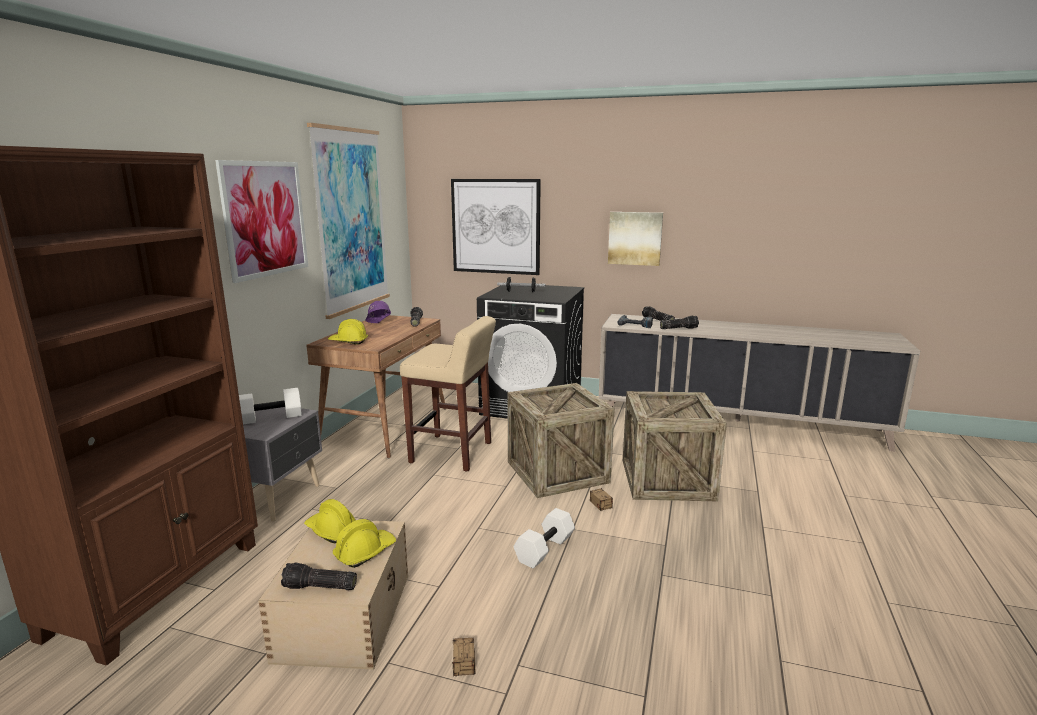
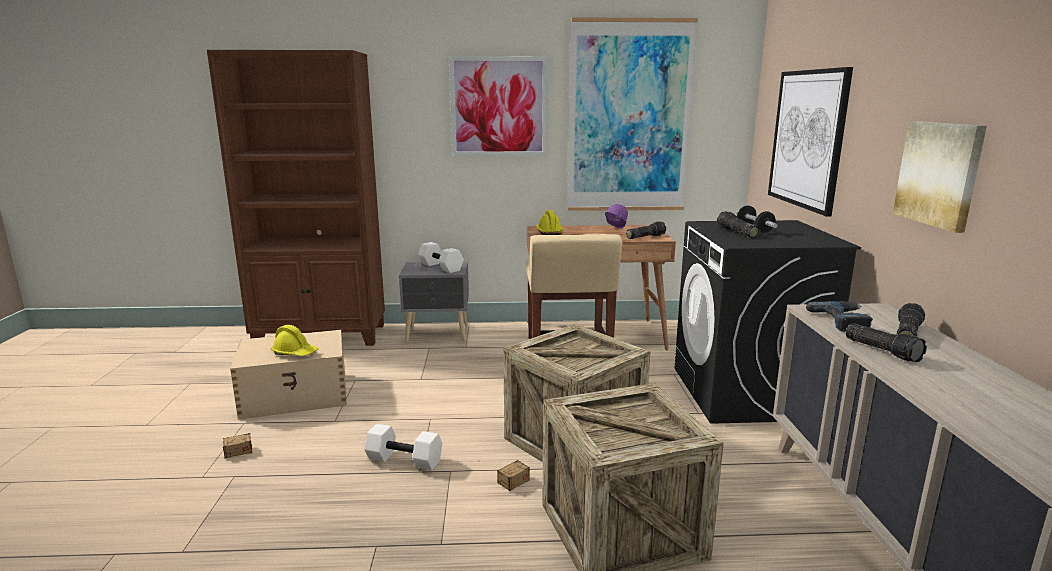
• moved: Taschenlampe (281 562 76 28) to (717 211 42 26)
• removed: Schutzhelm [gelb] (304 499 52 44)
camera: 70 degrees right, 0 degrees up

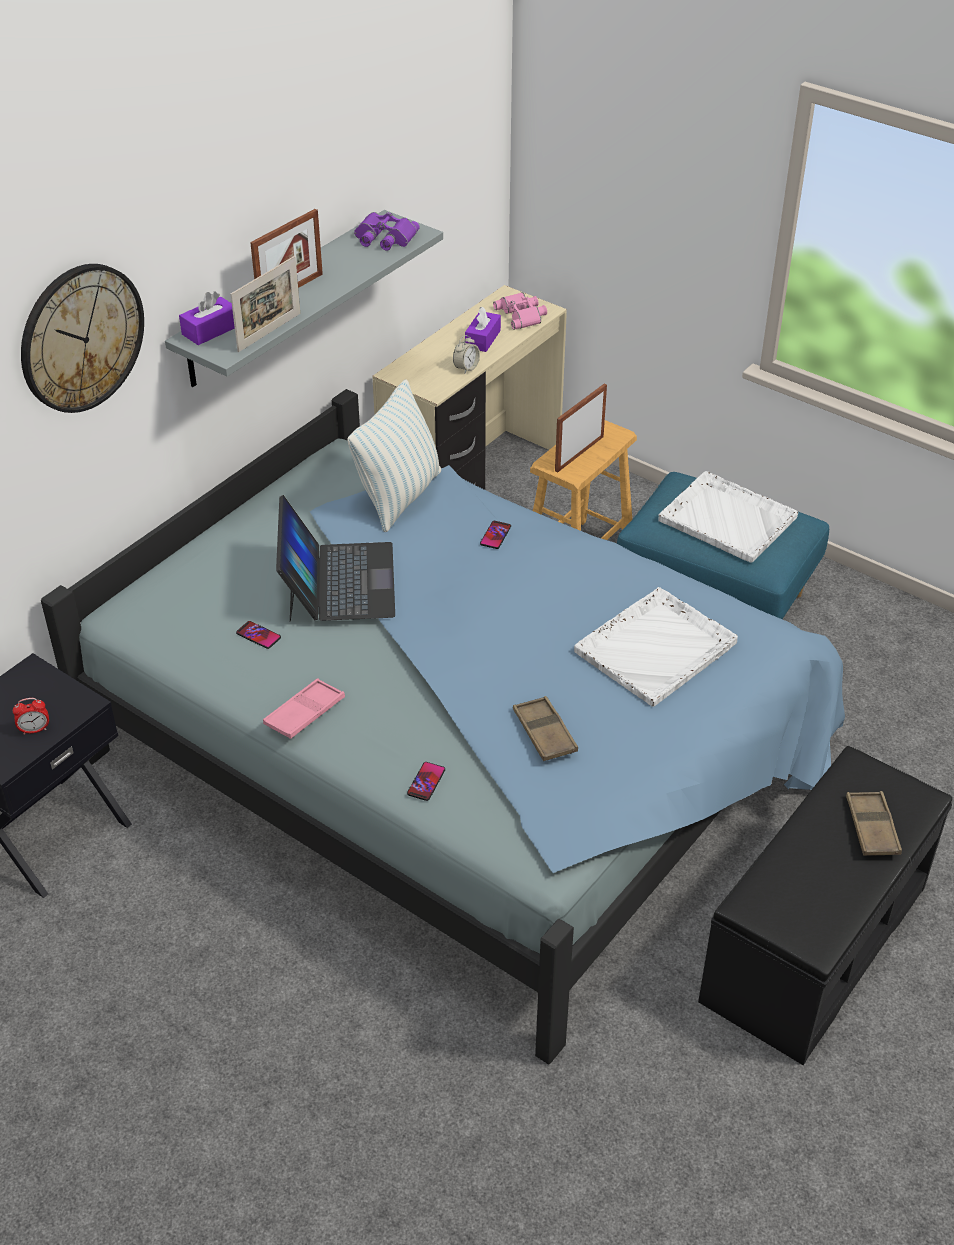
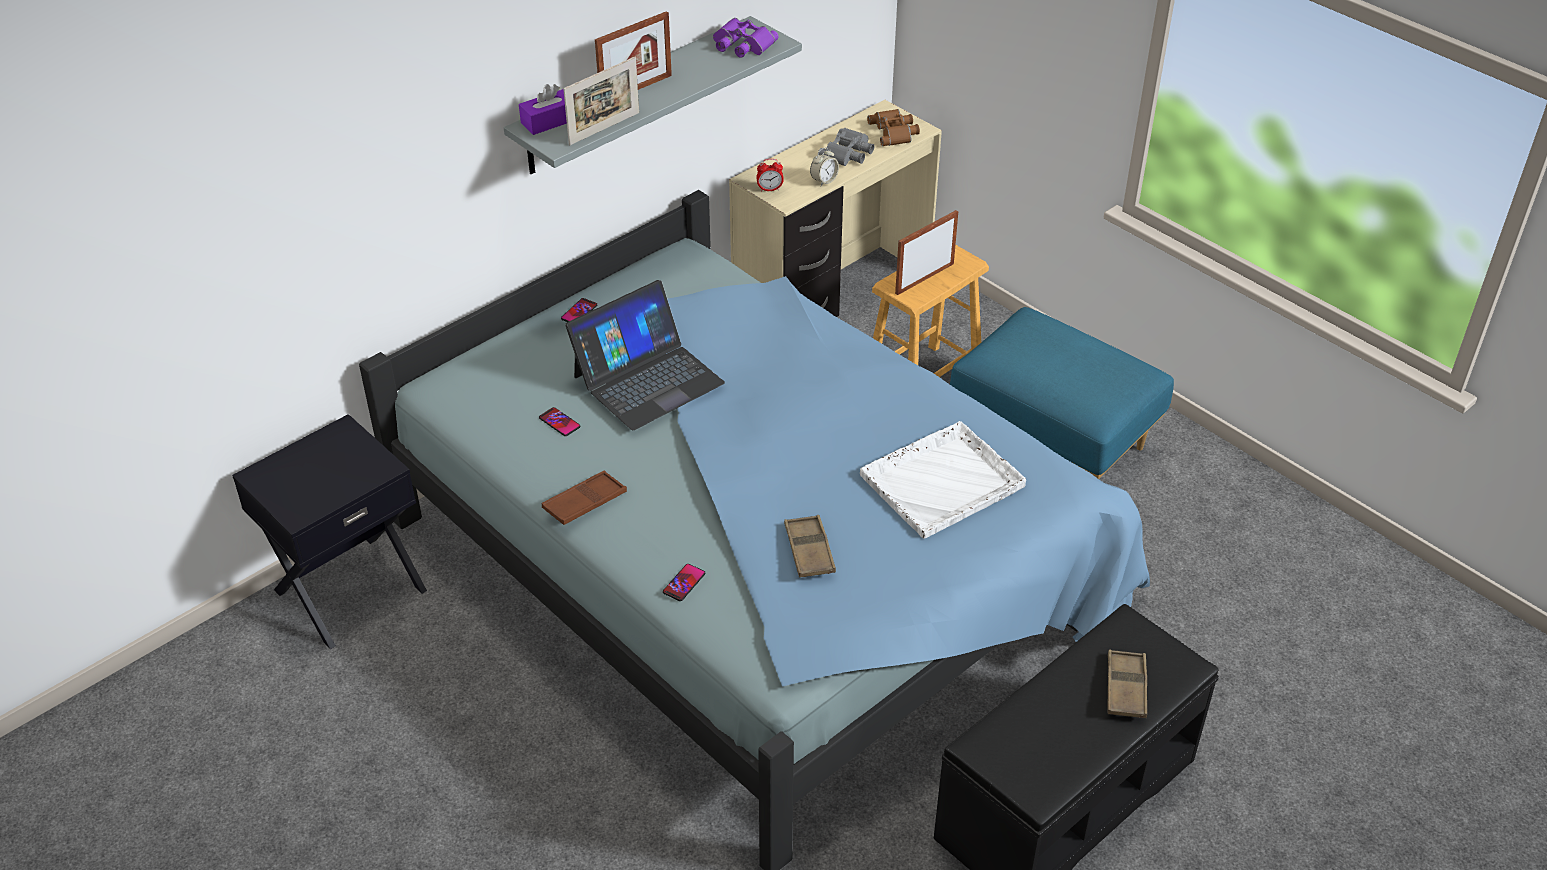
• recoloured: Tablett [rosa] (263 678 82 61) to Tablett [braun] (542 471 85 54)
• moved: Handy (480 521 31 28) to (561 298 36 24)
• turned: Laptop (276 495 119 127) = (565 280 160 151) 45 degrees clockwise
• moved: Wecker (13 698 36 36) to (756 159 28 33)
• replaced: Taschentuchbox [lila] (465 306 36 46) to Fernglas [grau] (818 128 56 38)
• recoloured: Fernglas [rosa] (493 292 54 38) to Fernglas [braun] (867 109 53 37)
• removed: Wanduhr (21 264 123 149)
• removed: Kissen (347 379 94 153)
• removed: Tablett [weiß] (658 471 140 92)
camera: 10 degrees right, 0 degrees up

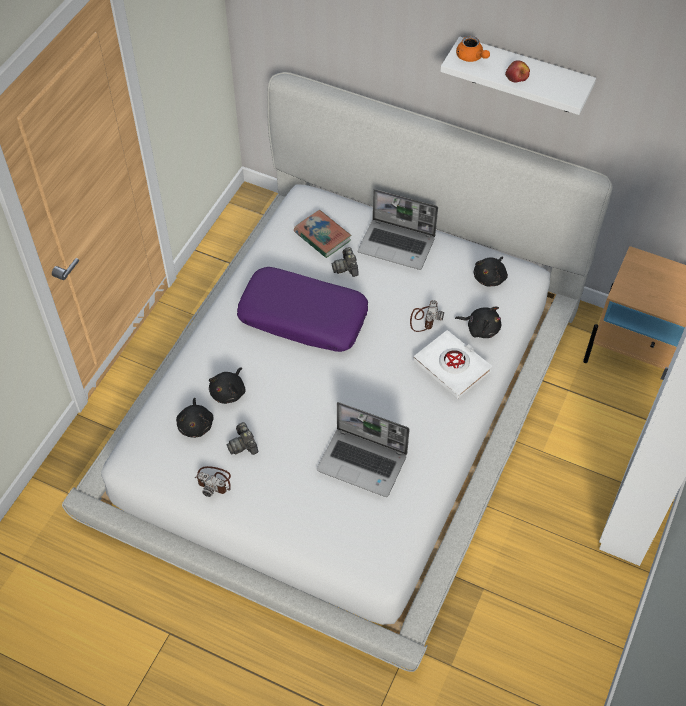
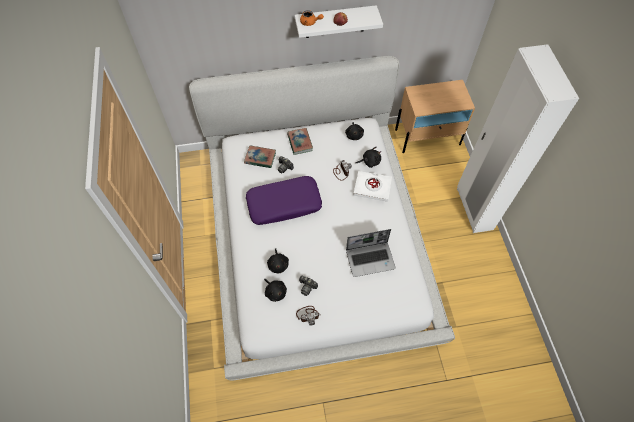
• replaced: Laptop (358 189 80 81) to Buch (287 128 26 27)
camera: 35 degrees left, 5 degrees up

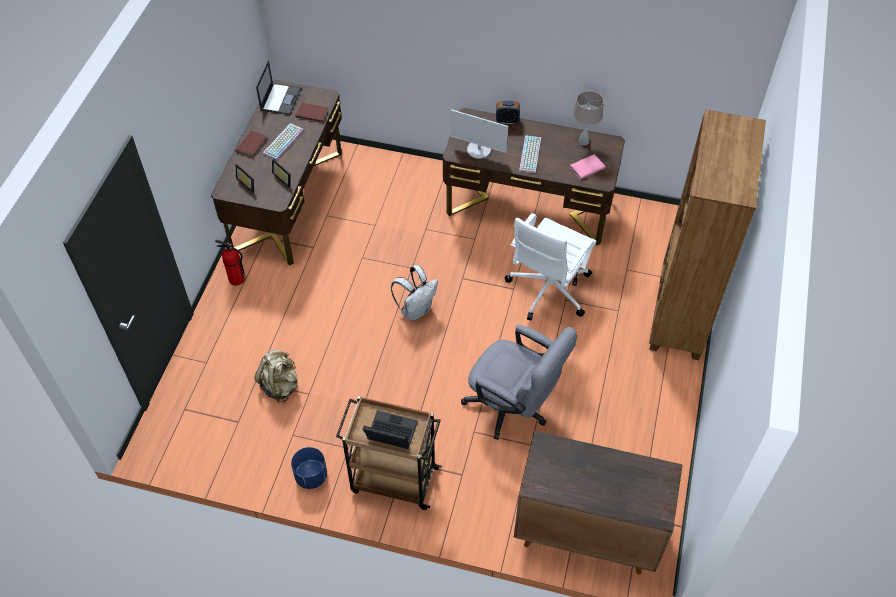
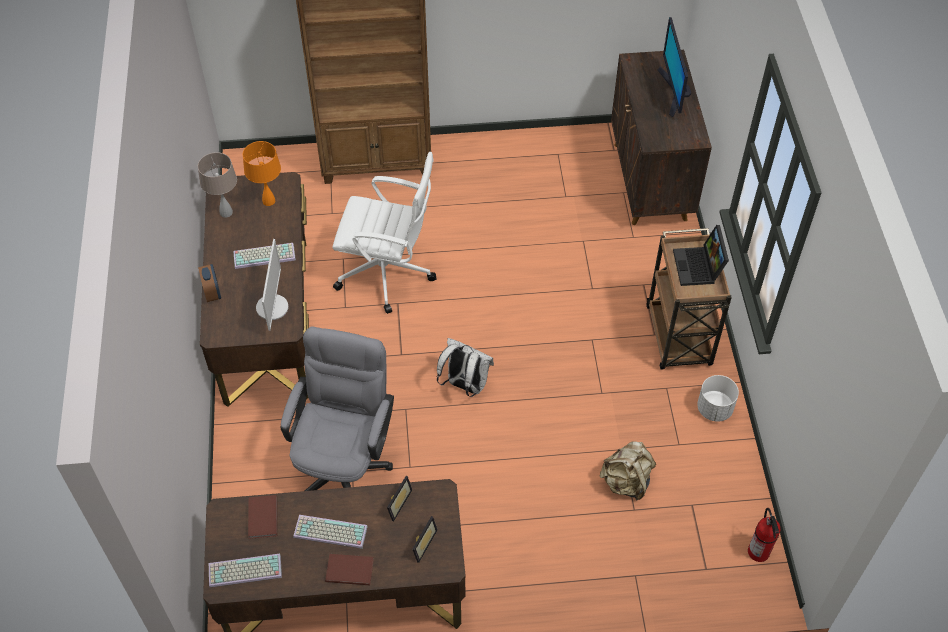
• replaced: Laptop (256 60 45 55) to Tastatur (209 554 73 34)
• replaced: Buch [rosa] (569 154 36 26) to Tischlampe [orange] (242 141 39 65)
• moved: Bürostuhl [grau] (461 324 116 116) to (281 326 113 165)
• added: Monitor (658 17 33 100)
• recoloured: Pflanzkübel [blau] (291 447 36 42) to Pflanzkübel [weiß] (697 375 42 47)
• moved: Feuerlöscher (215 240 31 46) to (748 508 33 54)
camera: 110 degrees left, 0 degrees up

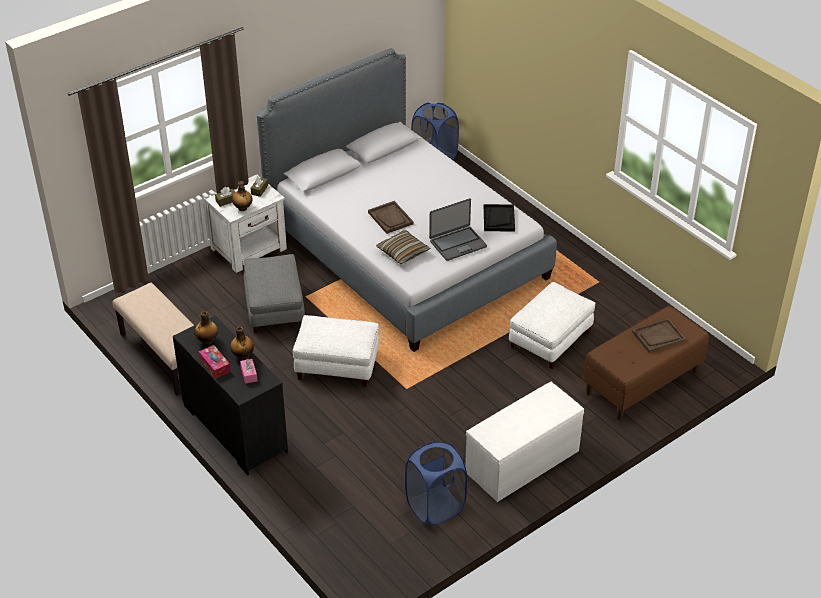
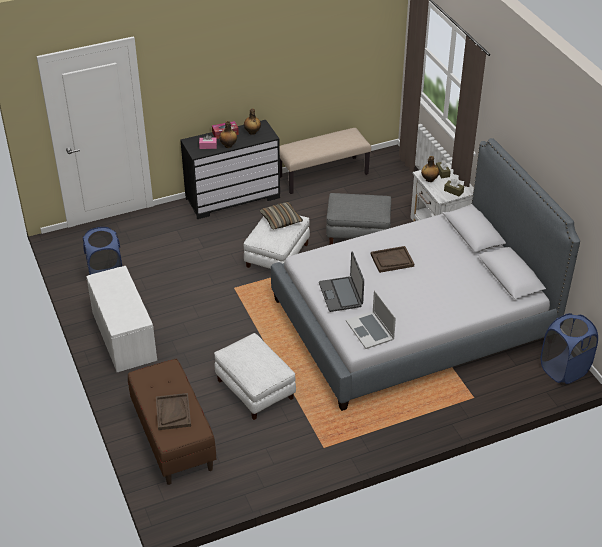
• moved: Kissen (376 230 54 34) to (259 202 44 28)
• replaced: Tablett [schwarz] (484 204 31 28) to Laptop (346 290 50 59)
camera: 105 degrees right, 0 degrees up

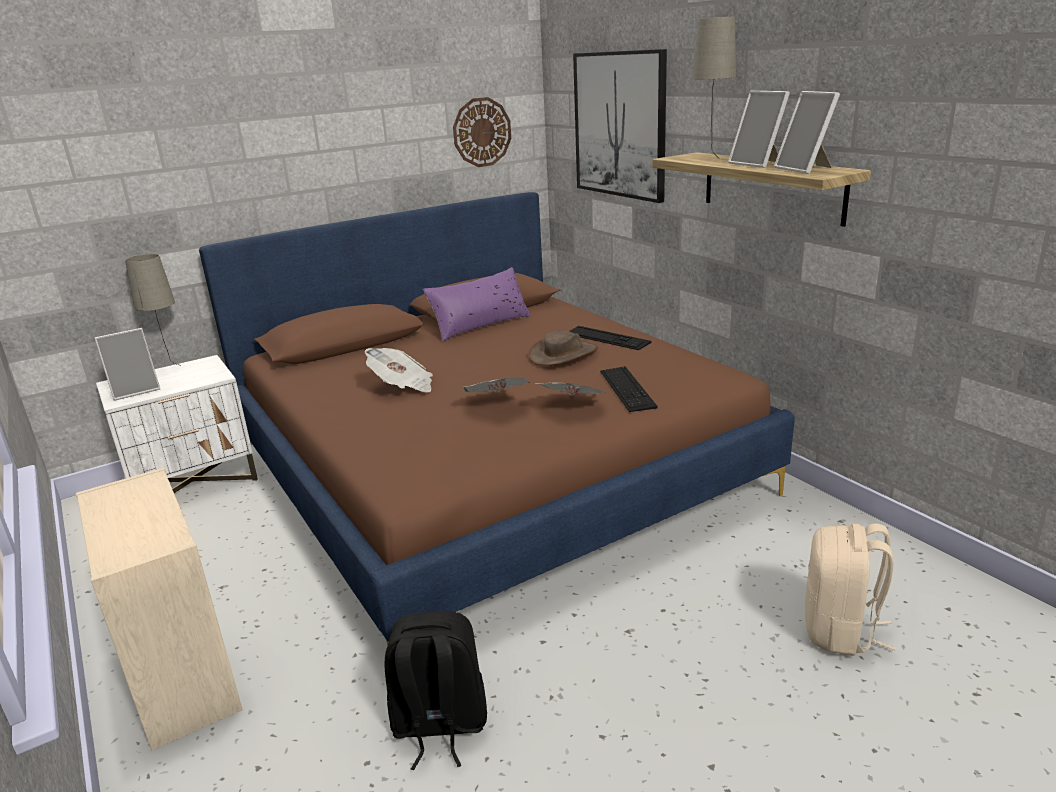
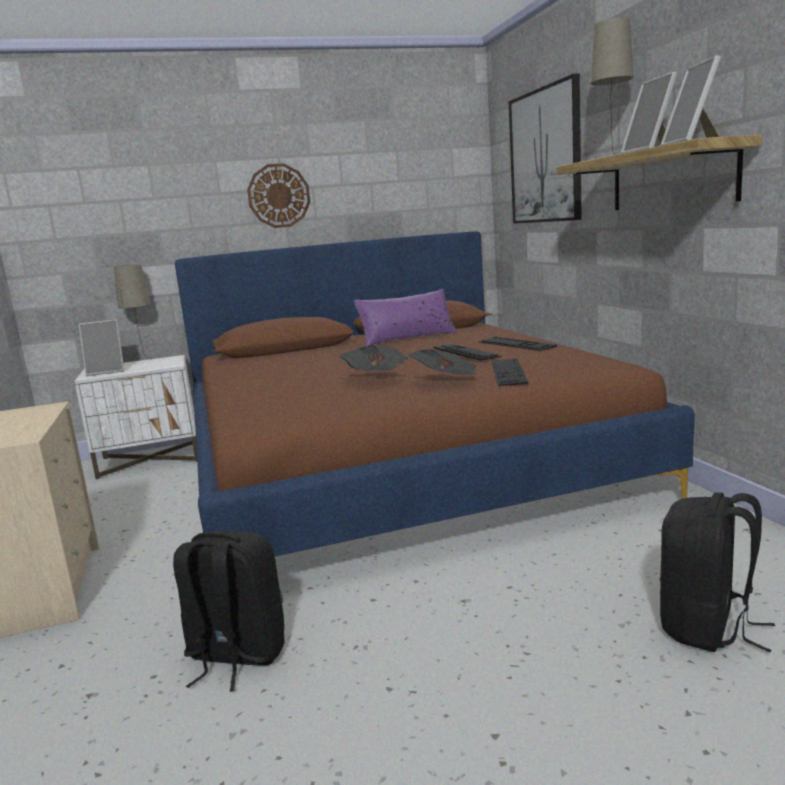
• moved: Wanduhr (453 97 58 70) to (247 163 63 65)
• replaced: Hut [braun] (529 330 69 36) to Tastatur (434 344 68 17)
• recoloured: Rucksack [beige] (805 523 91 133) to Rucksack [schwarz] (660 492 115 161)
• removed: Zeitung (365 348 68 45)
camera: 15 degrees right, 10 degrees down

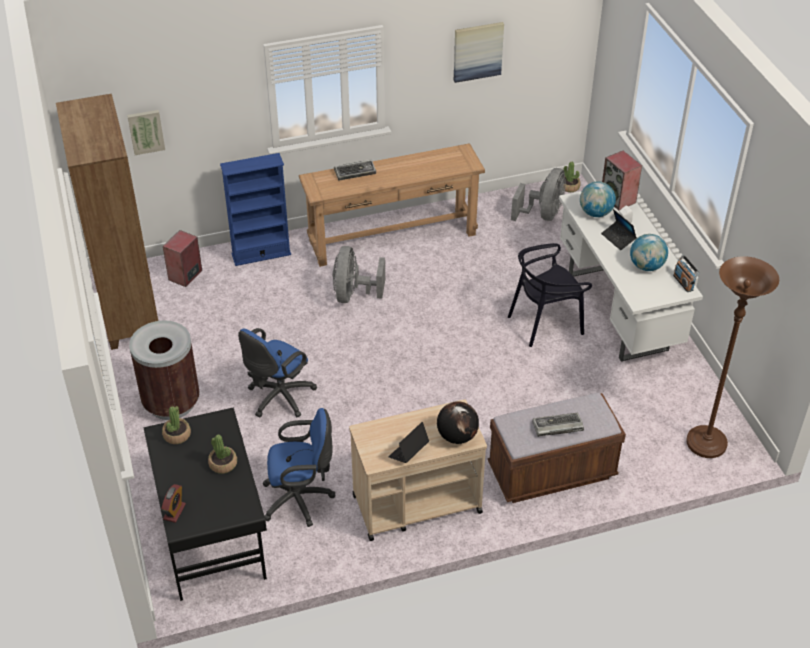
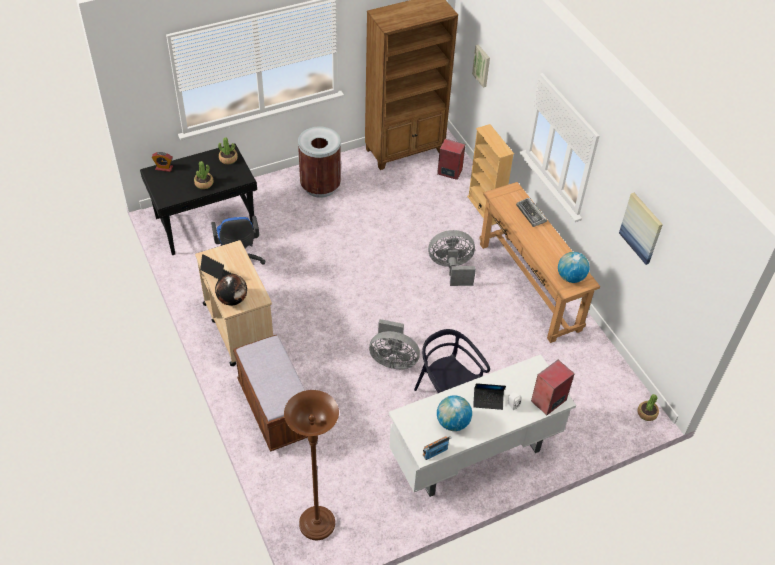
• moved: Ventilator [grau] (511 168 55 53) to (369 319 51 50)
• recoloured: Bücherregal [blau] (220 153 71 113) to Bücherregal [beige] (467 124 47 101)
• turned: Laptop (601 209 36 41) = (473 383 33 27) 135 degrees counterclockwise
• moved: Globus (580 182 36 35) to (558 252 31 31)
• removed: Bürostuhl [blau] (238 328 79 90)
• removed: Tastatur (532 413 52 24)
camera: 80 degrees right, 5 degrees up

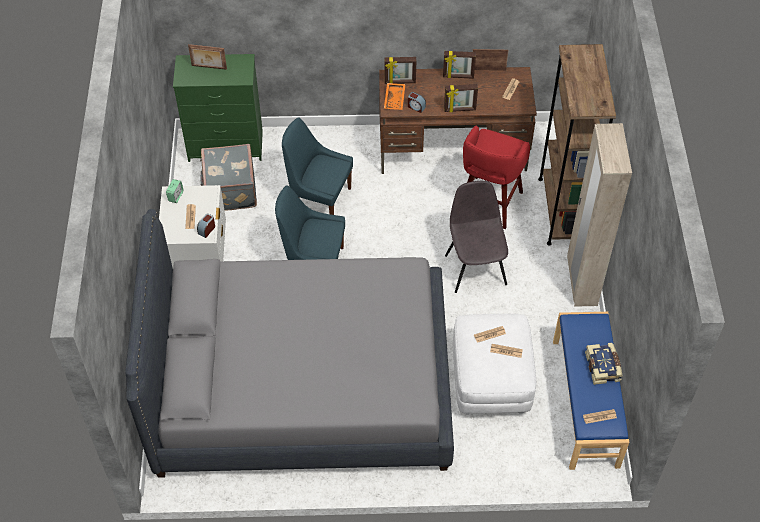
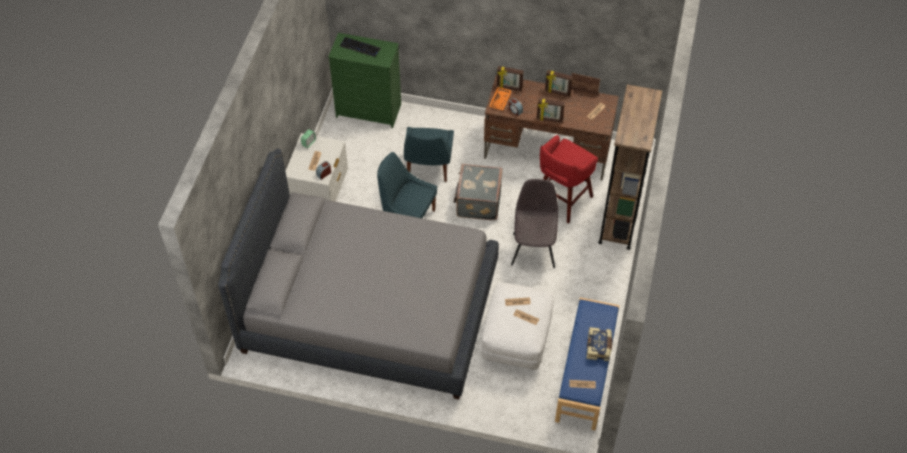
• replaced: Bilderrahmen (188 44 39 26) to Tastatur (340 37 41 20)
• turned: Stuhl [blau] (282 117 71 98) = (404 127 50 55) 120 degrees counterclockwise
• moved: Koffer [grau] (200 144 57 67) to (454 164 48 56)
• removed: Kleiderschrank [beige] (567 123 65 184)
camera: 15 degrees right, 0 degrees up

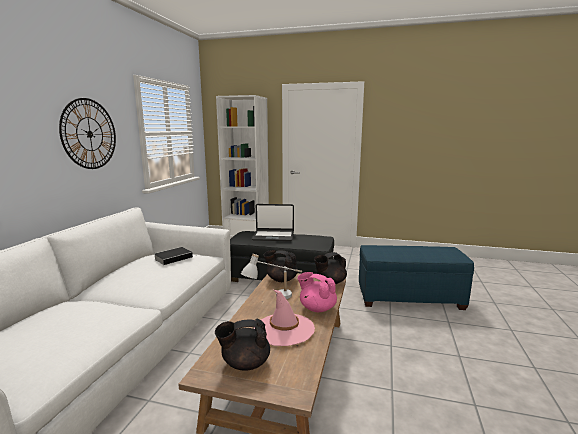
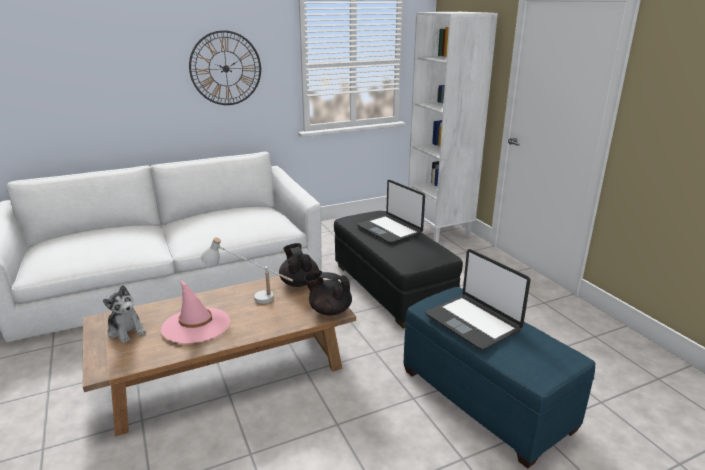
• replaced: Teekanne [schwarz] (215 319 55 52) to Plüschtier (103 285 44 58)
• added: Laptop (425 249 106 101)
• removed: Buch (154 247 39 18)
• removed: Teekanne [rosa] (297 272 40 40)
camera: 50 degrees right, 10 degrees up

